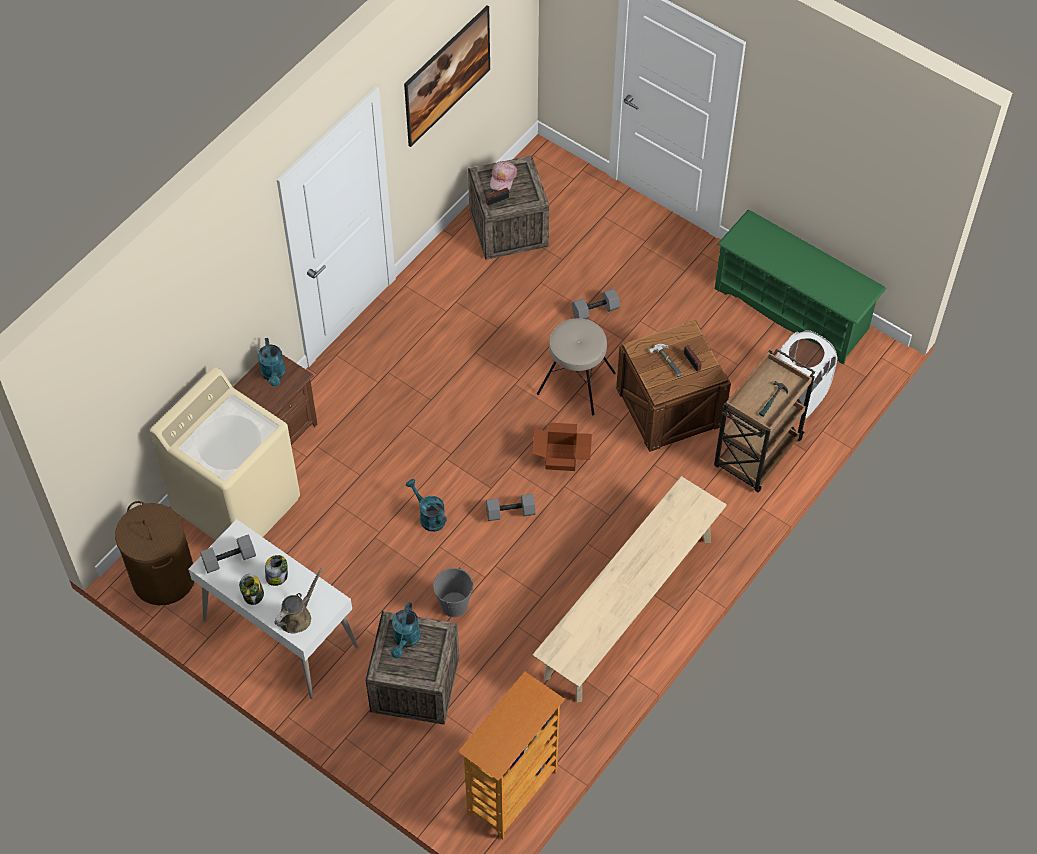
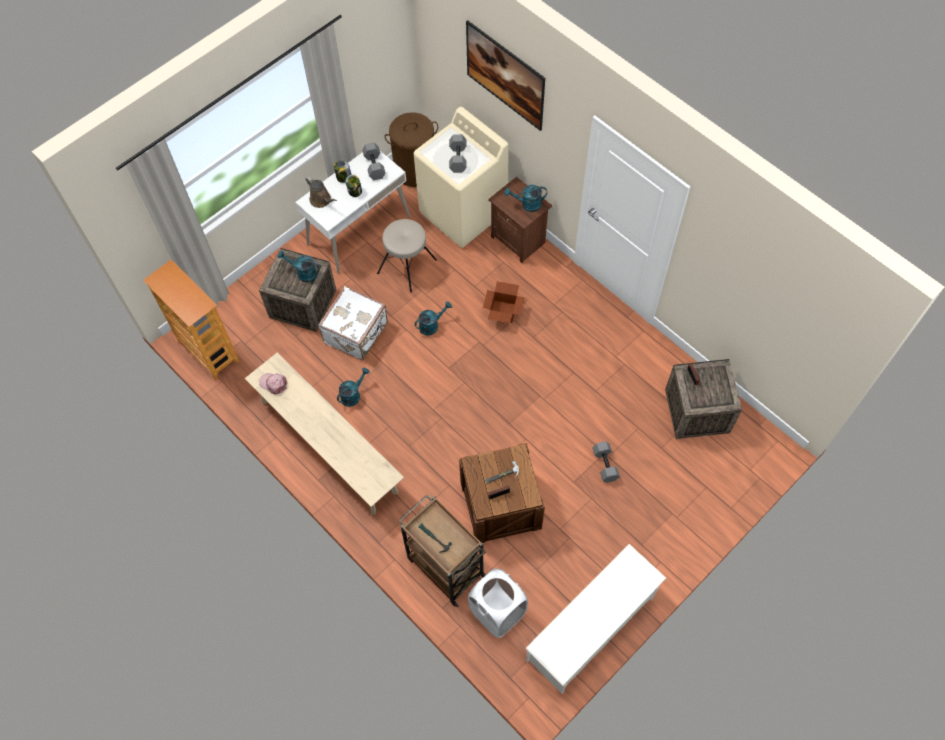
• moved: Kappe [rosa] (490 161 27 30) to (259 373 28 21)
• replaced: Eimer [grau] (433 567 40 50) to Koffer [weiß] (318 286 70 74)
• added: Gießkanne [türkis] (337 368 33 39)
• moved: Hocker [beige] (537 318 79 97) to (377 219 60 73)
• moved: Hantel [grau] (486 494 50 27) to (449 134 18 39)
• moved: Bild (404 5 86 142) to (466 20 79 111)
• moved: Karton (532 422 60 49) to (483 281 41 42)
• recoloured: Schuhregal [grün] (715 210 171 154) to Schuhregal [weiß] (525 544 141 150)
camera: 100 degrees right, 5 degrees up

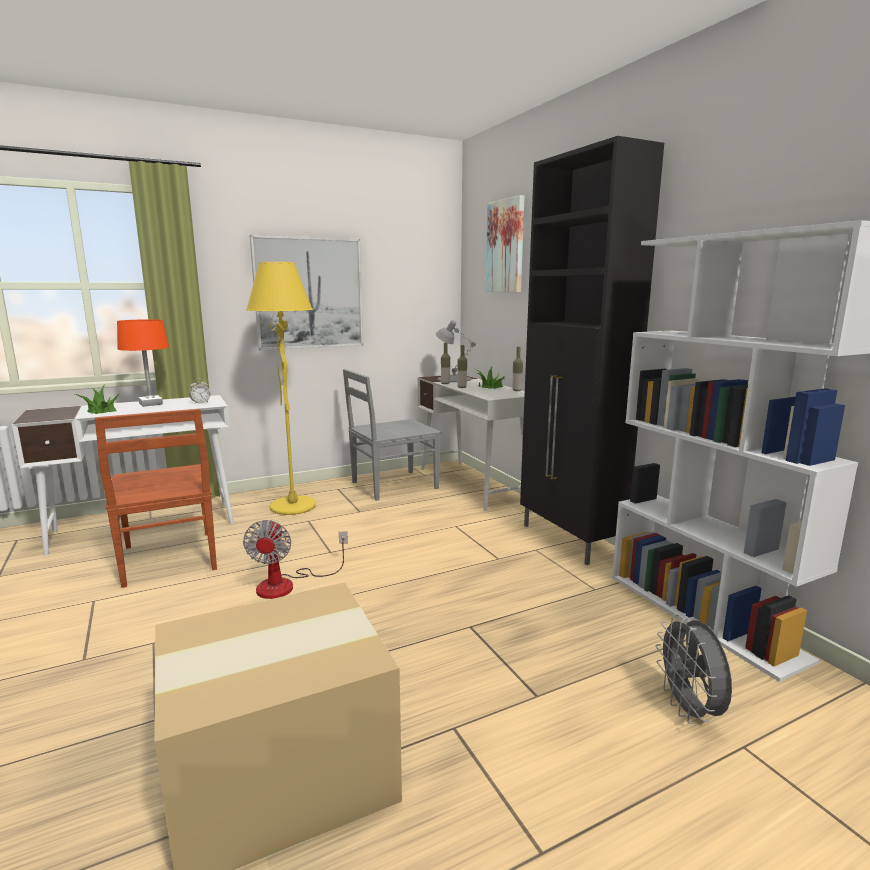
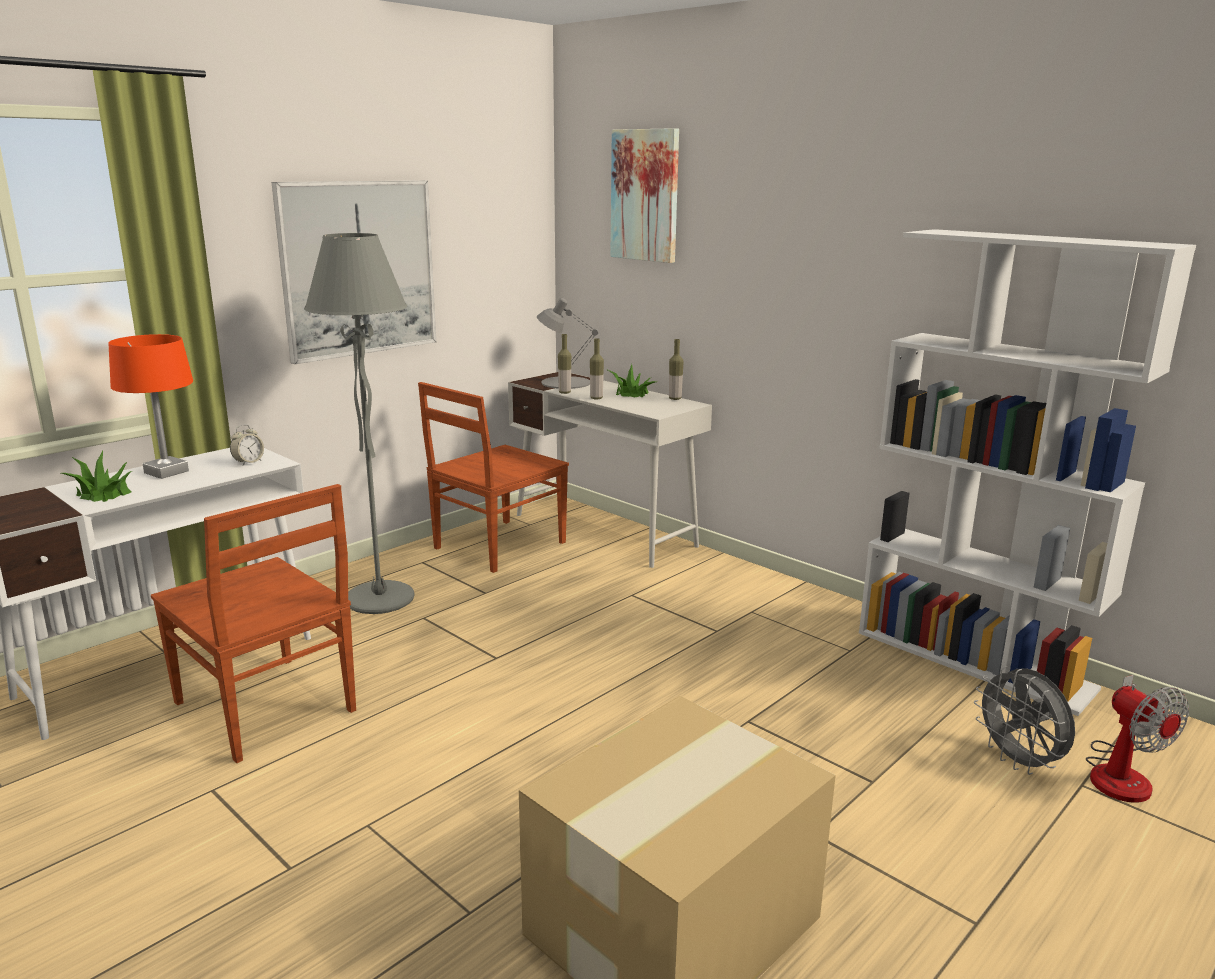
• recoloured: Stehlampe [gelb] (246 262 70 253) to Stehlampe [grau] (304 233 110 381)
• recoloured: Stuhl [grau] (343 369 99 132) to Stuhl [braun] (418 382 151 191)
• moved: Ventilator (243 520 105 79) to (1086 675 103 128)
• removed: Schrank [schwarz] (520 136 144 429)
camera: 20 degrees left, 5 degrees up

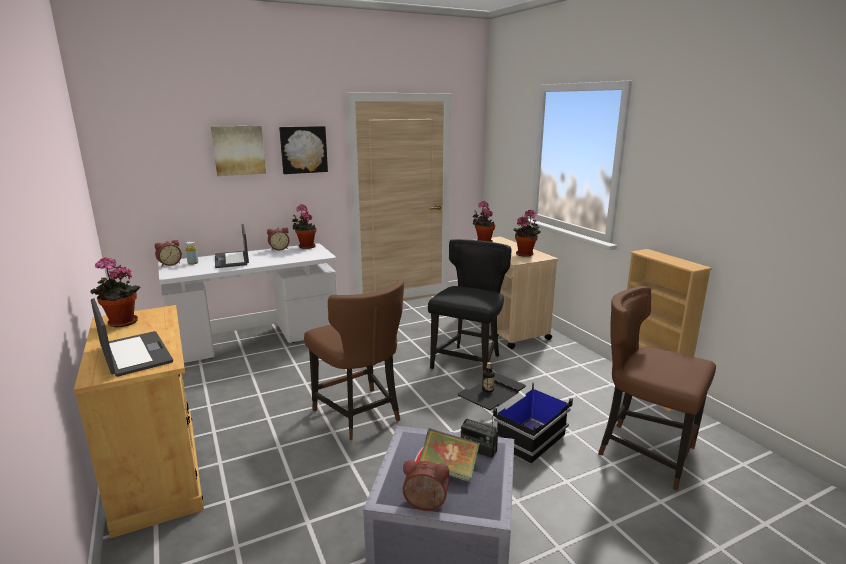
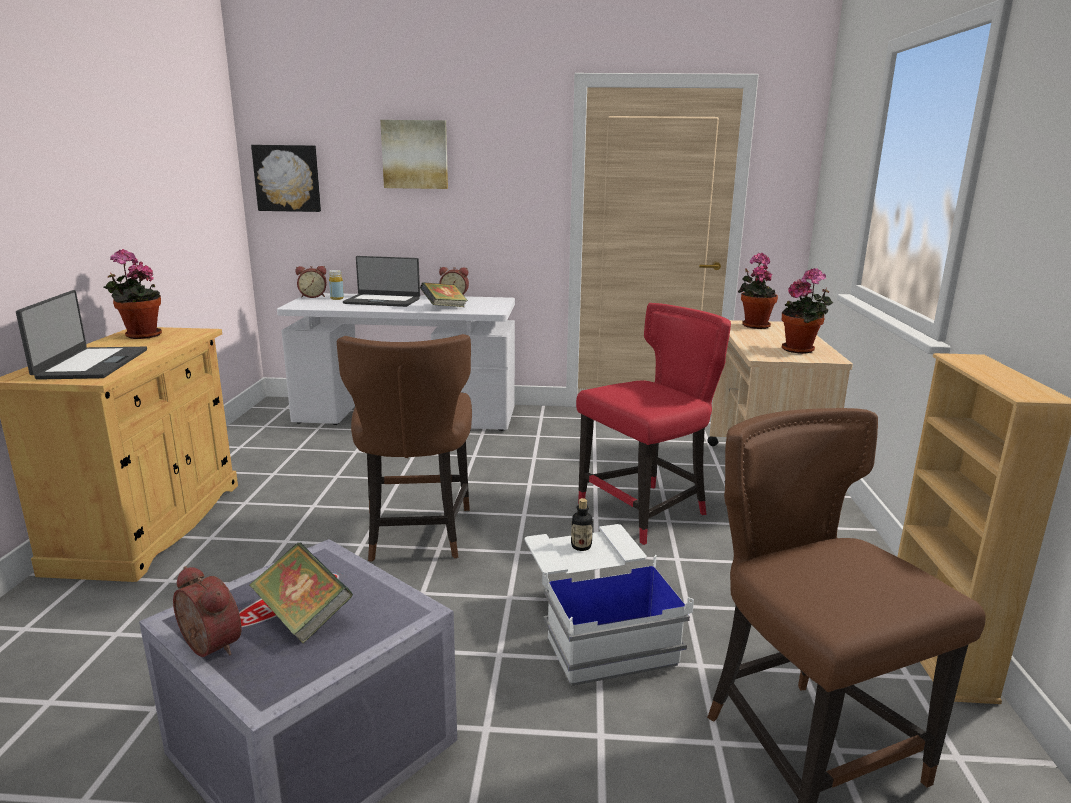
• moved: Bild (279 126 49 48) to (251 145 70 67)
• turned: Laptop (215 224 34 44) = (343 256 77 51) 90 degrees counterclockwise
• added: Buch (420 282 48 25)
• recoloured: Aufbewahrungsbox [schwarz] (458 372 115 93) to Aufbewahrungsbox [weiß] (525 524 169 162)
• recoloured: Stuhl [schwarz] (428 239 84 133) to Stuhl [rot] (576 303 155 242)
• removed: Topfpflanze (292 204 24 45)
• removed: Radio (461 419 37 39)
camera: 30 degrees right, 0 degrees up

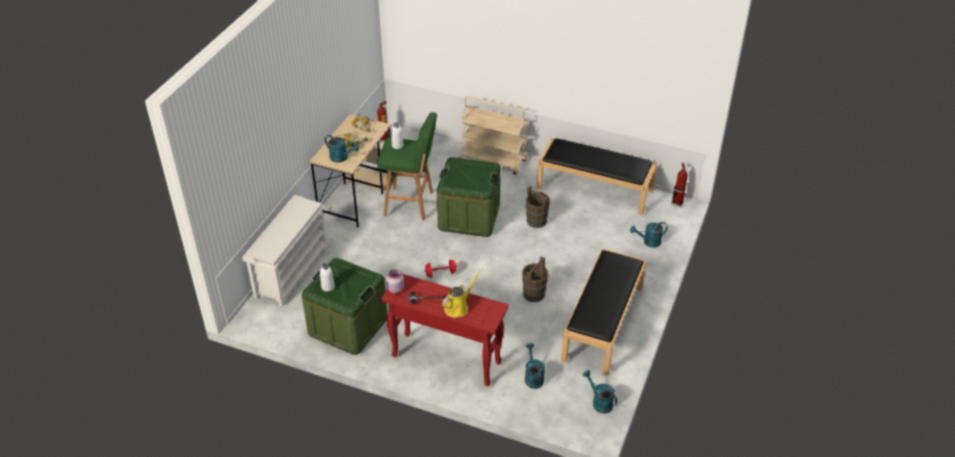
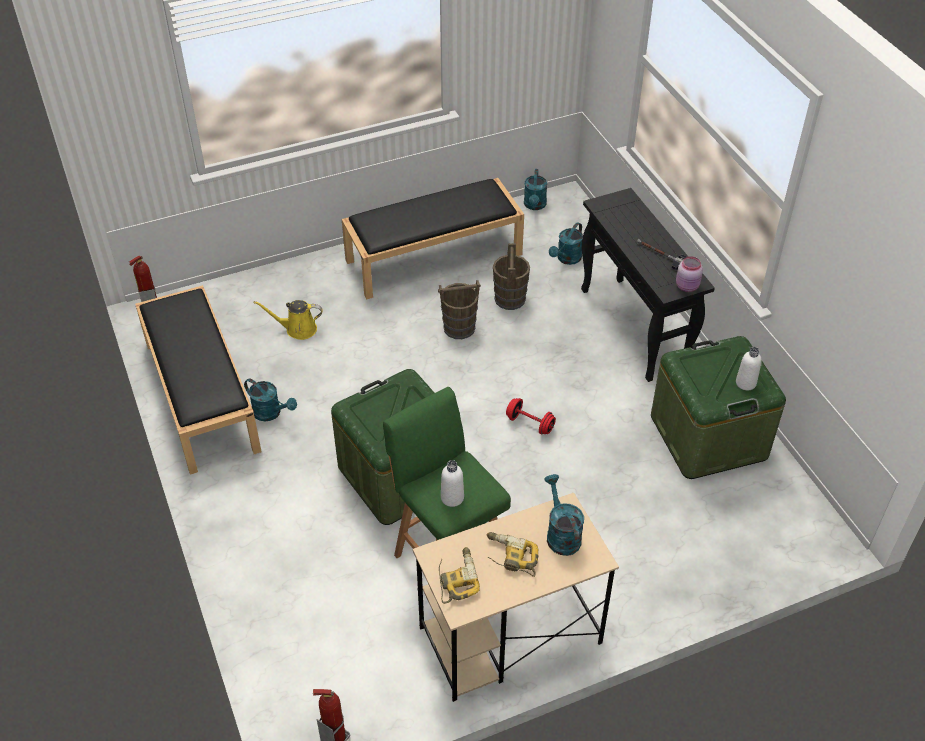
• moved: Gießkanne [türkis] (630 222 38 26) to (244 379 53 42)
• moved: Gießkanne [gelb] (442 270 39 48) to (254 300 69 40)
• moved: Eimer [braun] (526 186 24 42) to (493 243 37 67)
• recoloured: Konsolentisch [rot] (381 274 128 113) to Konsolentisch [schwarz] (581 188 134 194)
• removed: Schuhregal [weiß] (242 195 85 112)
• removed: Rollwagen [beige] (459 96 69 79)
camera: 135 degrees left, 5 degrees up

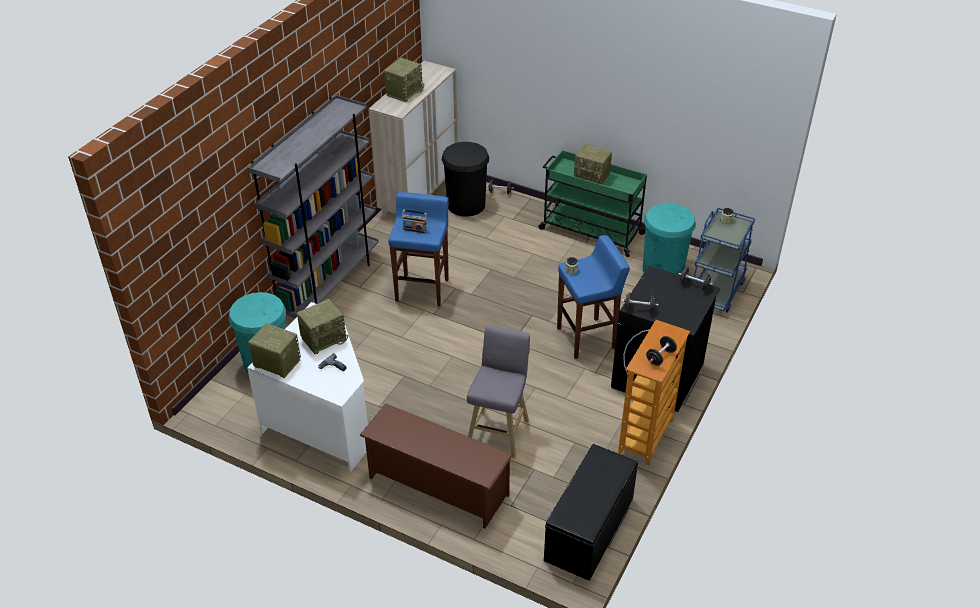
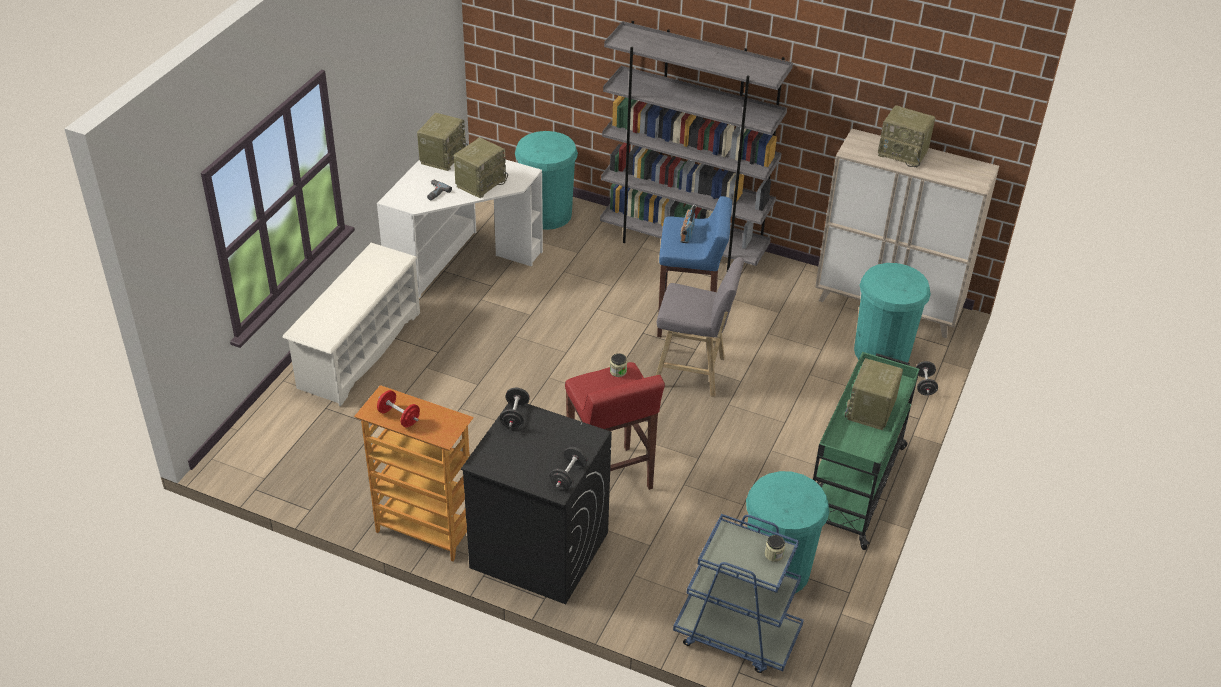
• recoloured: Schuhregal [braun] (359 403 154 125) to Schuhregal [weiß] (282 243 138 163)
• recoloured: Hantel [schwarz] (646 336 31 30) to Hantel [rot] (377 390 43 38)
• turned: Radio (297 299 51 55) = (453 137 55 61) 105 degrees counterclockwise
• recoloured: Hocker [blau] (557 235 73 124) to Hocker [rot] (565 362 100 128)
• moved: Hocker [grau] (467 325 63 133) to (656 257 88 140)
• recoloured: Mülleimer [schwarz] (442 142 47 75) to Mülleimer [türkis] (854 263 77 99)
• removed: Bank [schwarz] (544 444 94 137)
camera: 85 degrees right, 0 degrees up

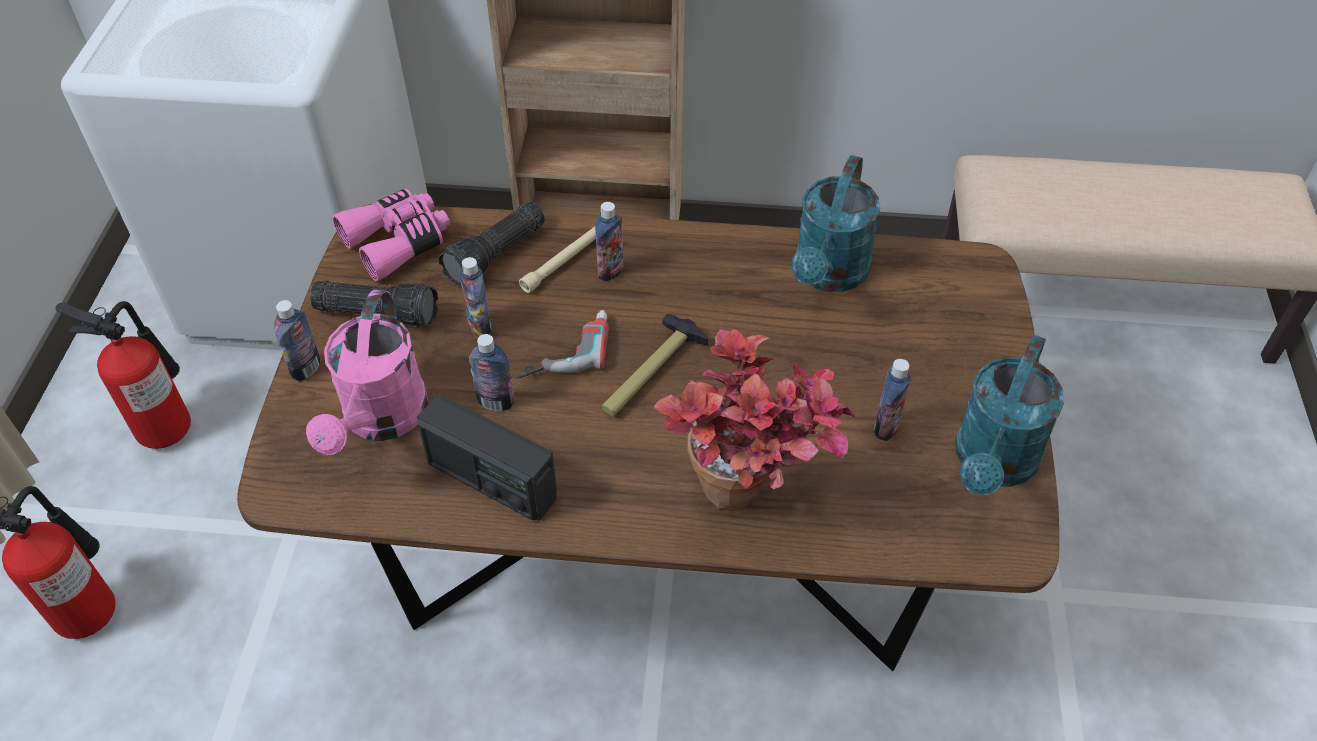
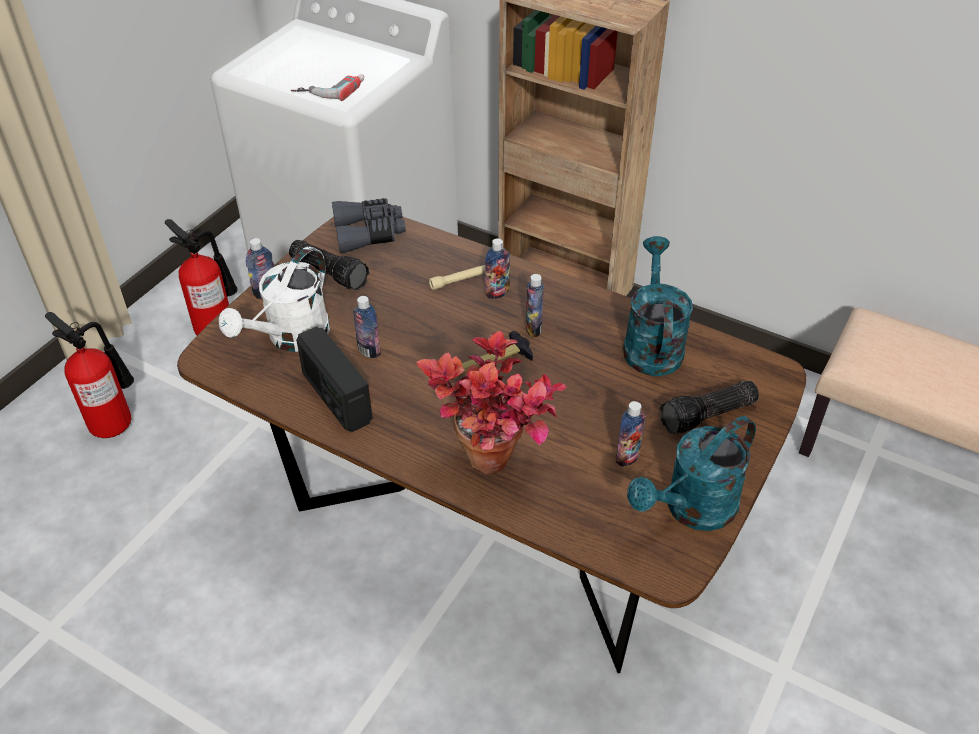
• recoloured: Gießkanne [rosa] (306 290 122 165) to Gießkanne [weiß] (219 247 111 105)
• moved: Bohrmaschine (515 310 94 68) to (291 74 73 27)
• recoloured: Fernglas [rosa] (332 189 118 92) to Fernglas [grau] (332 198 74 55)
• moved: Flasche (459 257 32 80) to (526 274 18 63)
• turned: Gießkanne [türkis] (792 155 88 137) = (623 236 70 140) 135 degrees clockwise
• moved: Taschenlampe (438 202 107 85) to (660 381 99 53)
camera: 25 degrees right, 5 degrees down

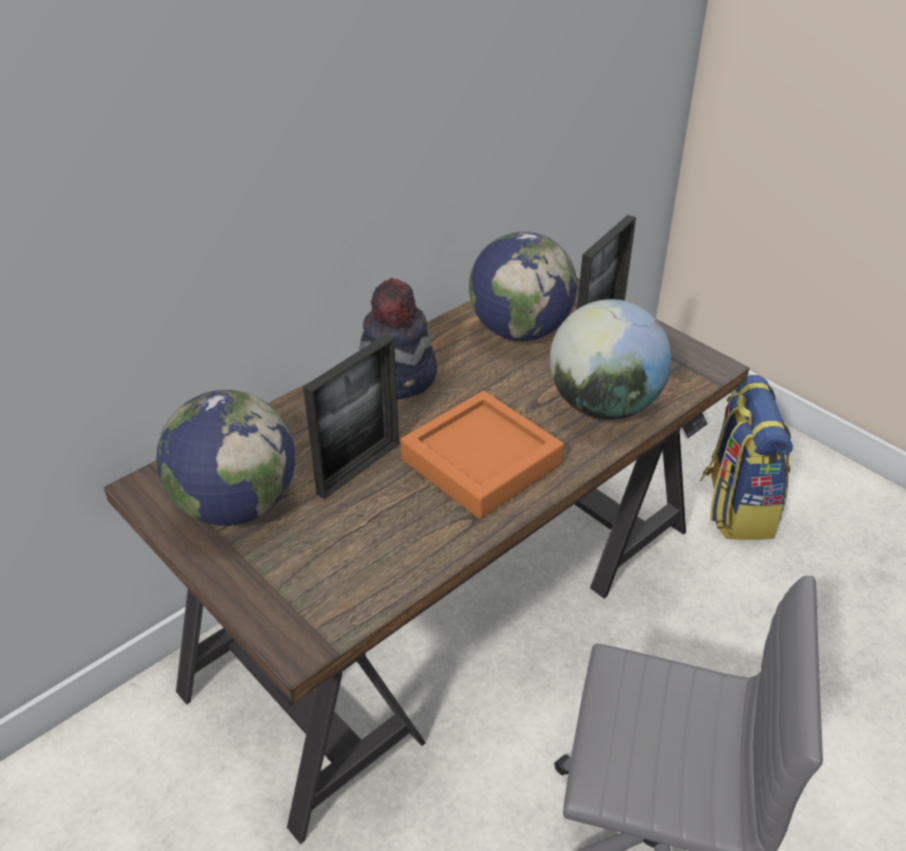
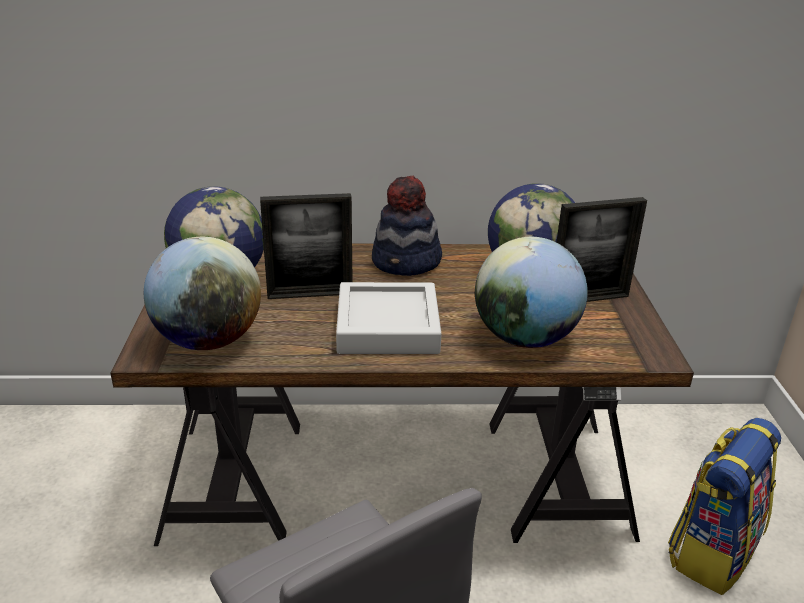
• added: Globus (144 237 117 113)
• recoloured: Tablett [orange] (400 391 164 128) to Tablett [grau] (336 282 106 72)
camera: 40 degrees right, 10 degrees down

